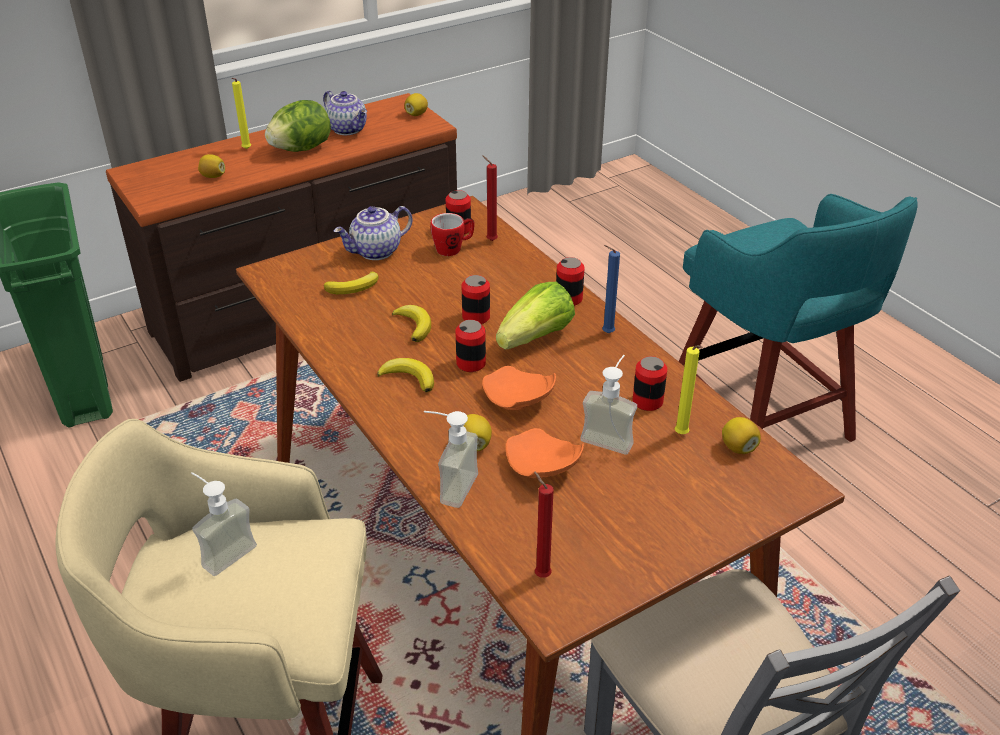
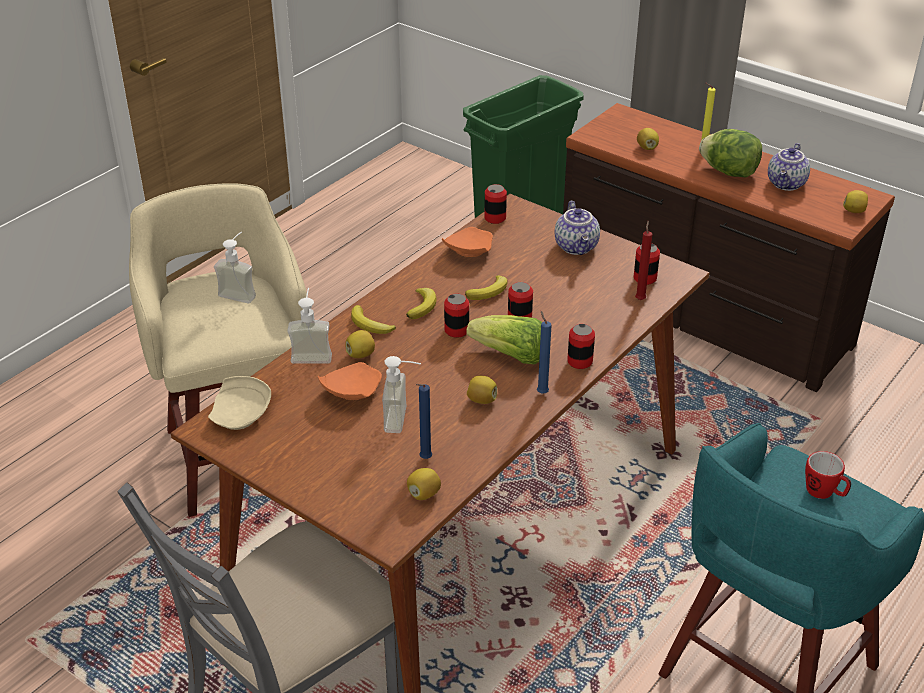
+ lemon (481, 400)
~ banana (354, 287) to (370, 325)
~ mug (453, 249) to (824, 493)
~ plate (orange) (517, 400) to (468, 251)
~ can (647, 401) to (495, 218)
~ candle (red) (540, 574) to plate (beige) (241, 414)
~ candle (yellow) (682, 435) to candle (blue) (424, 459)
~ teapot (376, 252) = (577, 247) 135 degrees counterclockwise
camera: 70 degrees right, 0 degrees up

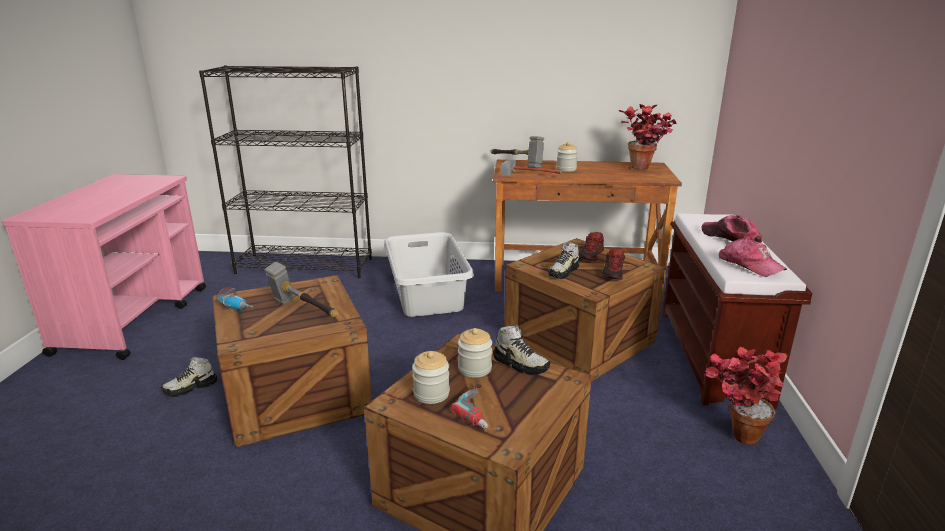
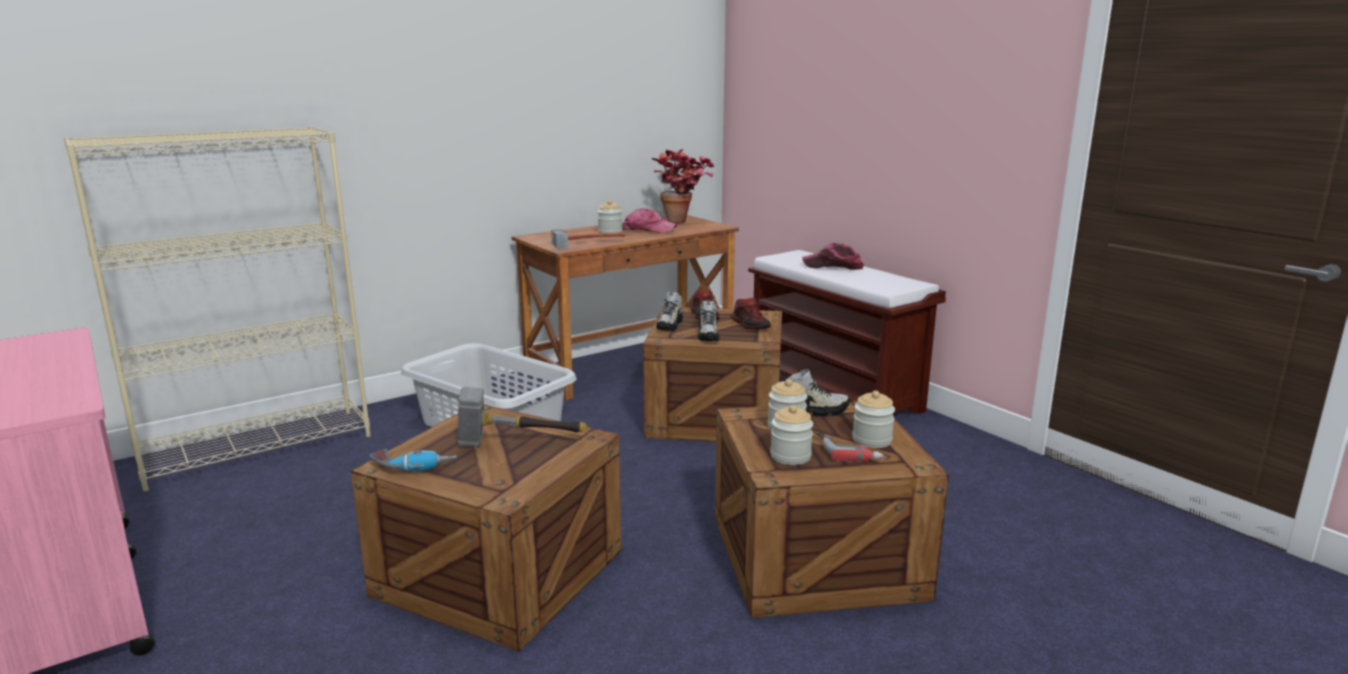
- hammer (517, 165)
- potted plant (734, 433)
+ jar (872, 440)
~ shoe (191, 387) to (670, 325)
~ cap (749, 265) to (648, 230)
~ bookcase (black) (305, 266) to bookcase (beige) (258, 447)
camera: 40 degrees left, 5 degrees down

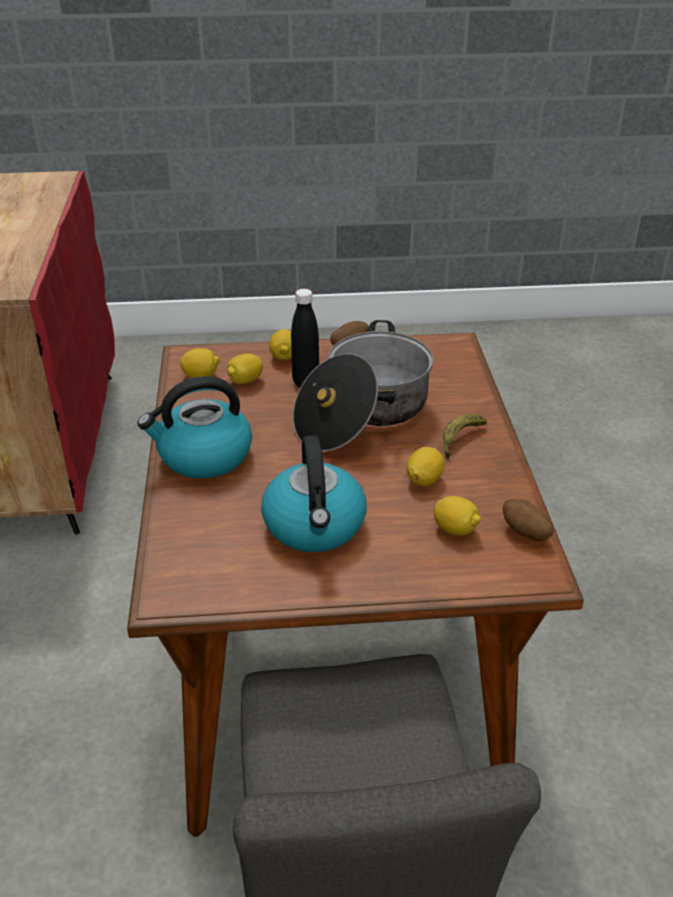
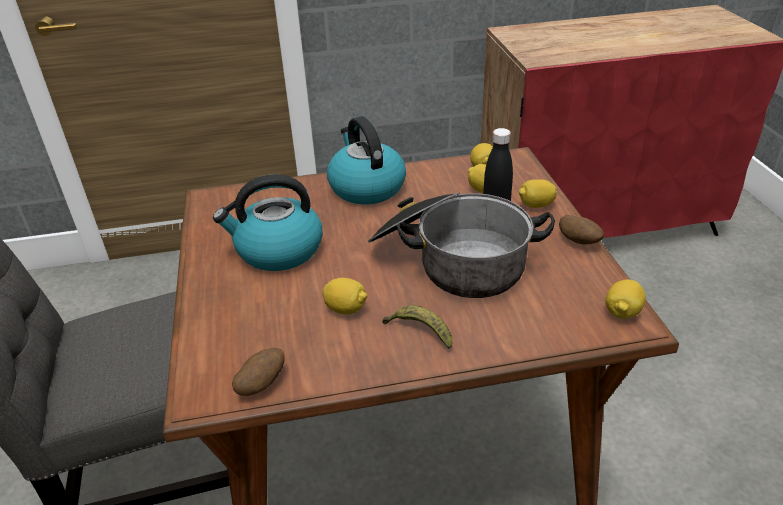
~ lemon (455, 529) to (622, 312)
camera: 85 degrees right, 0 degrees up

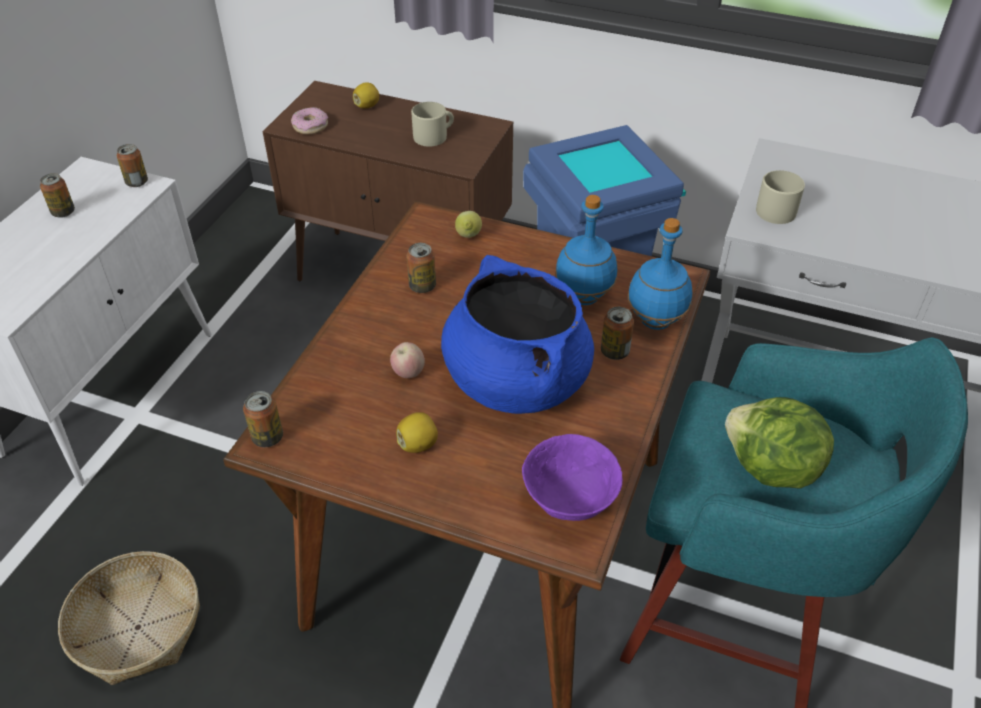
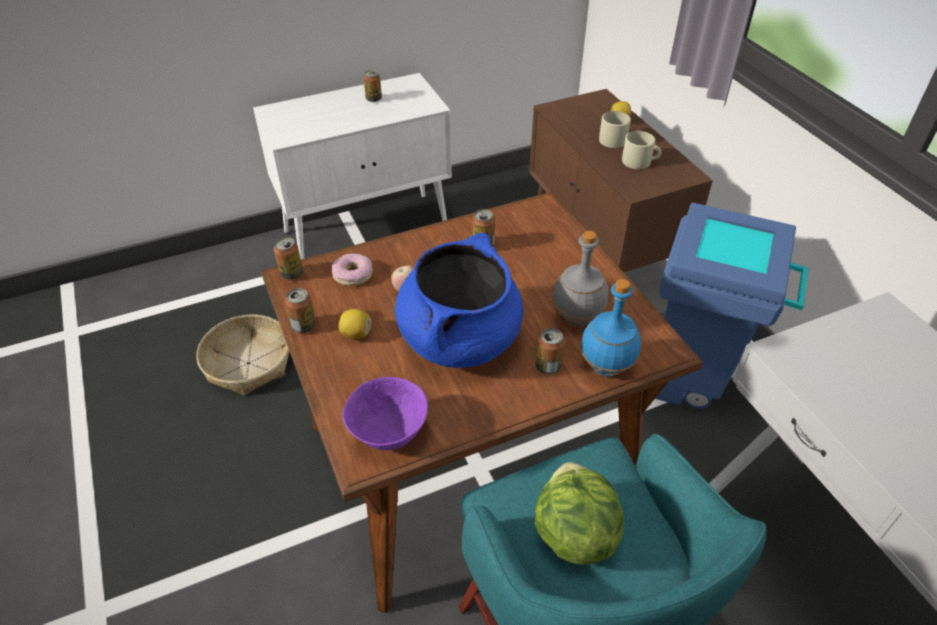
- lemon (468, 237)
~ can (137, 182) to (303, 326)
~ donut (310, 126) to (353, 274)
~ mug (beige) (774, 208) to (614, 139)
~ bottle (blue) (583, 297) to bottle (grey) (576, 318)
camera: 45 degrees right, 0 degrees up

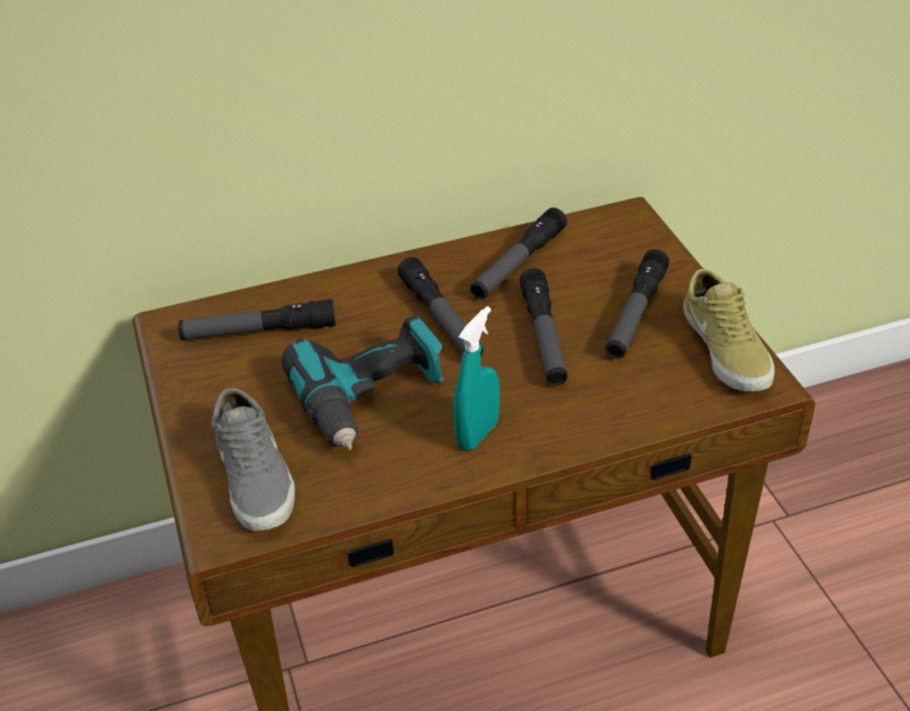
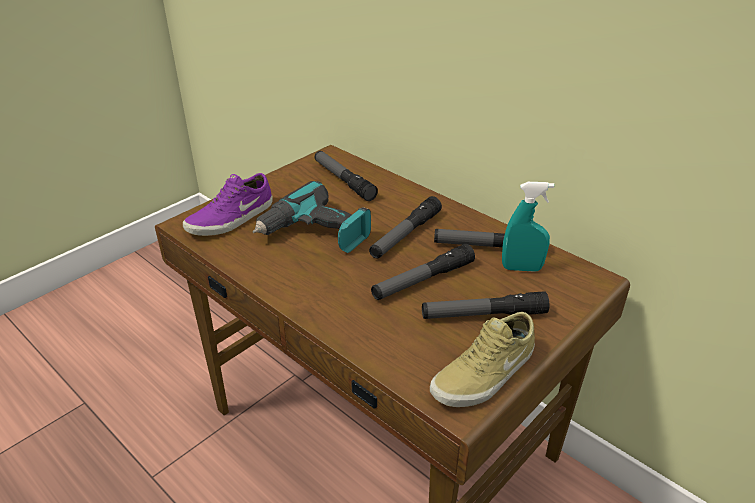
~ spray bottle (turquoise) (478, 434) to (521, 268)
~ shoe (grey) (257, 476) to shoe (purple) (232, 218)
camera: 60 degrees right, 5 degrees down

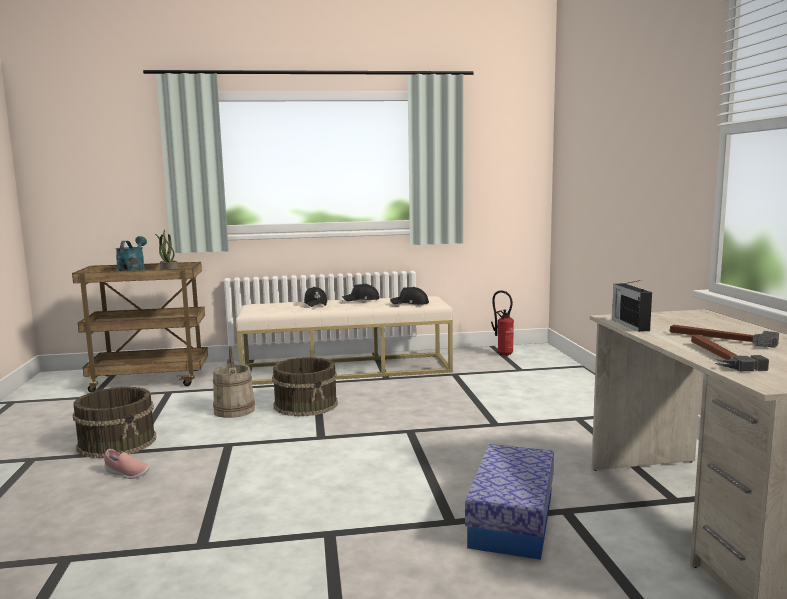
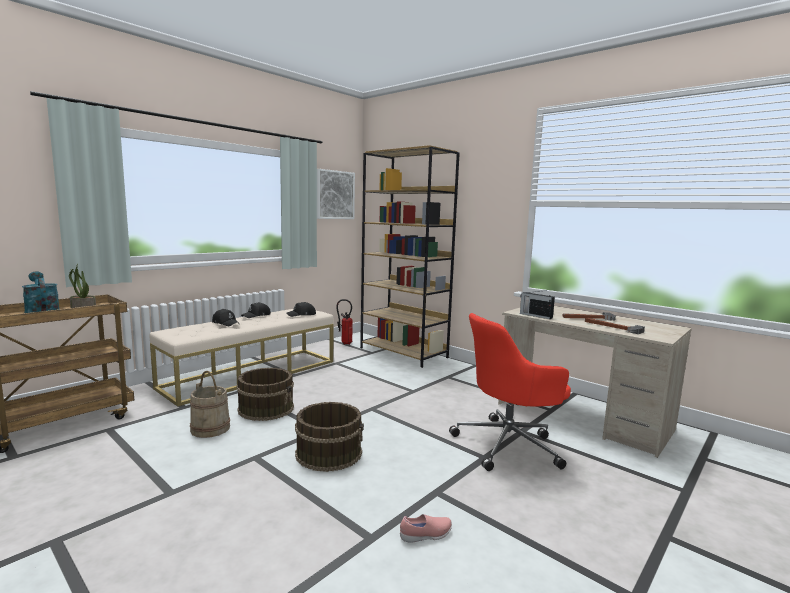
+ picture (335, 195)
+ bookcase (brown) (404, 353)
~ bucket (brown) (118, 442) to (329, 453)
~ shoe (pink) (126, 474) to (426, 535)
~ storage box (512, 519) to office chair (red) (508, 444)
camera: 40 degrees left, 0 degrees up

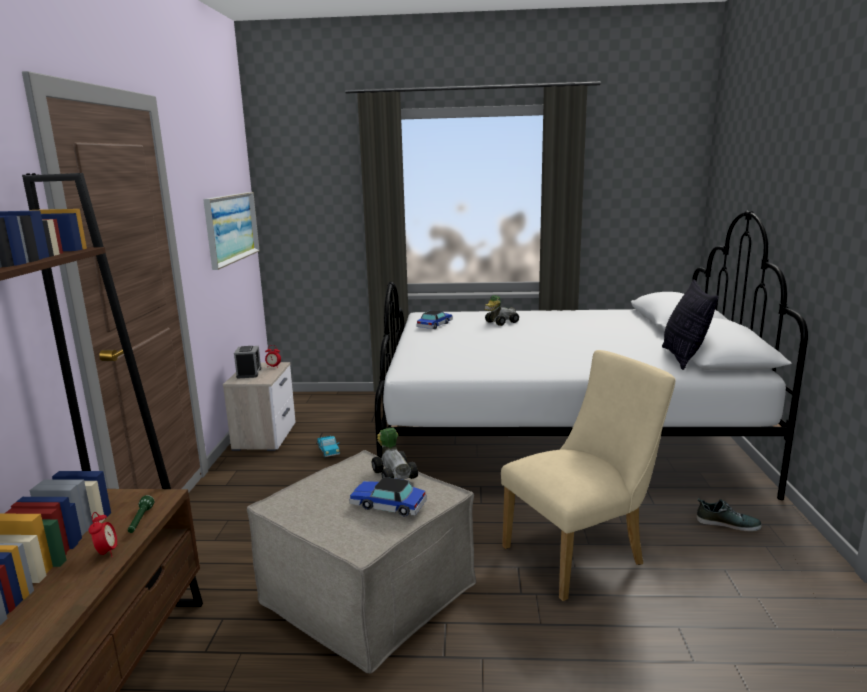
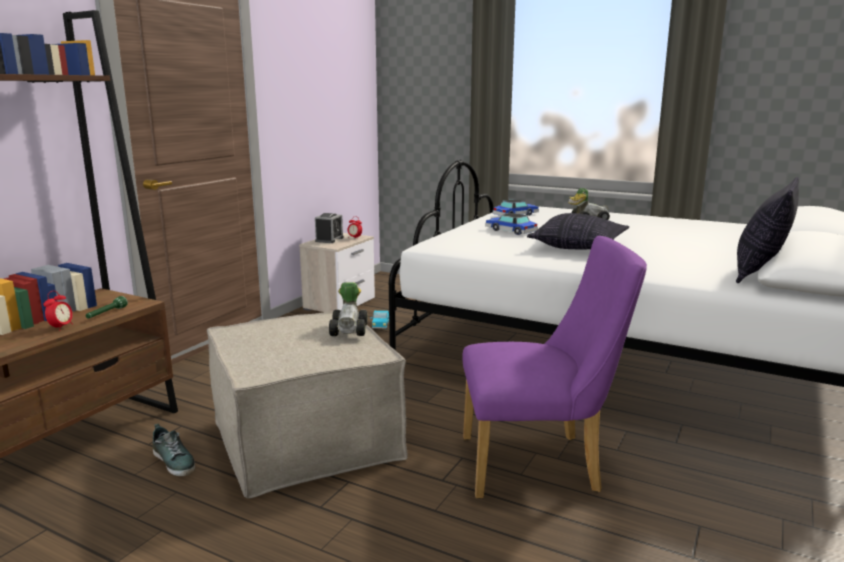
- picture (231, 228)
+ pillow (578, 247)
~ toy car (388, 505) to (511, 231)
~ shoe (727, 523) to (174, 461)
~ chair (beige) (581, 554) to chair (purple) (540, 465)
camera: 25 degrees right, 0 degrees up

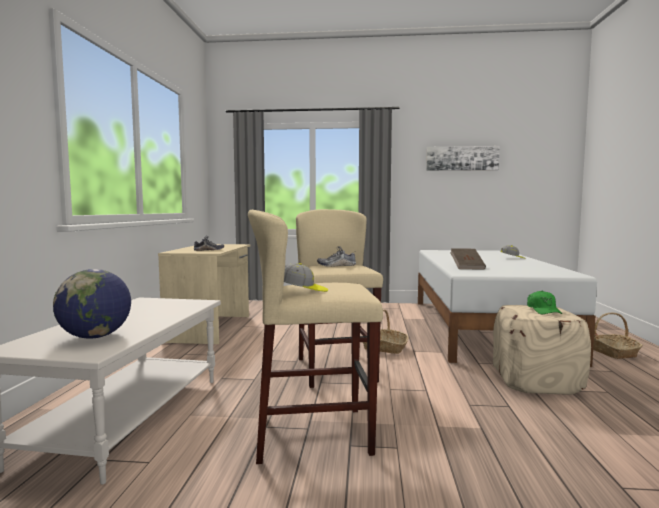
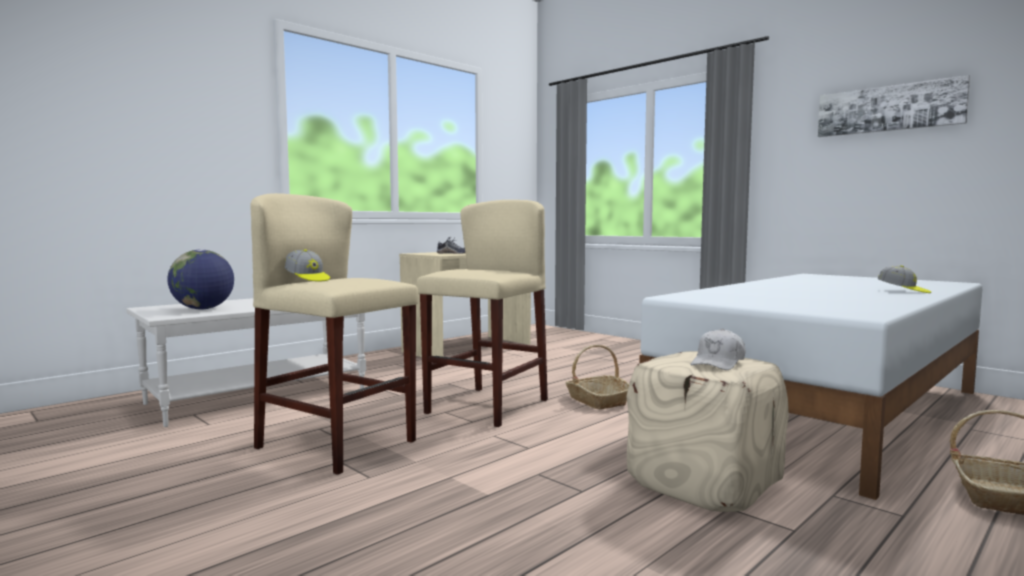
- shoe (336, 265)
- book (brown) (467, 267)
~ cap (green) (543, 310) to cap (white) (718, 363)
camera: 40 degrees right, 0 degrees up

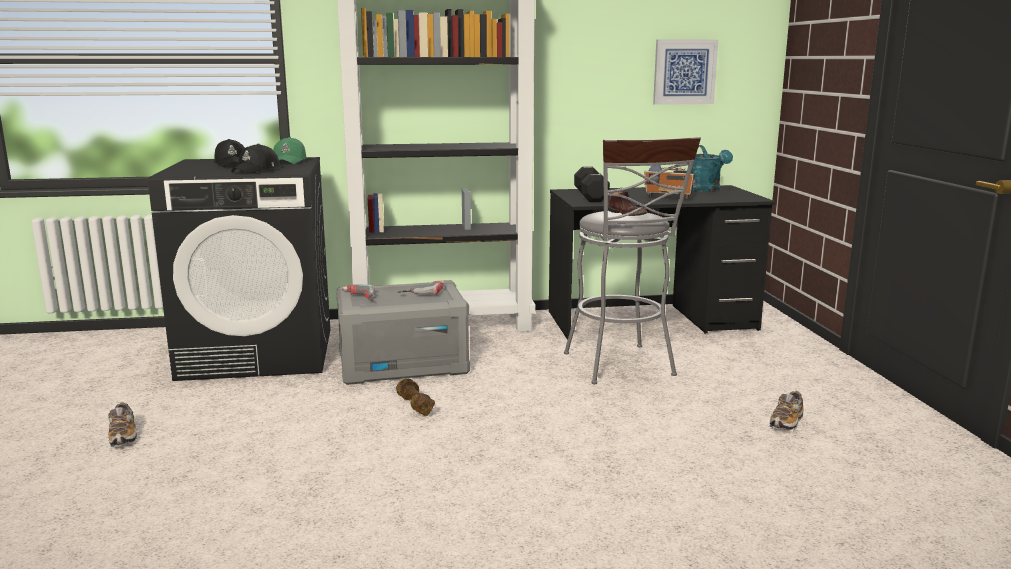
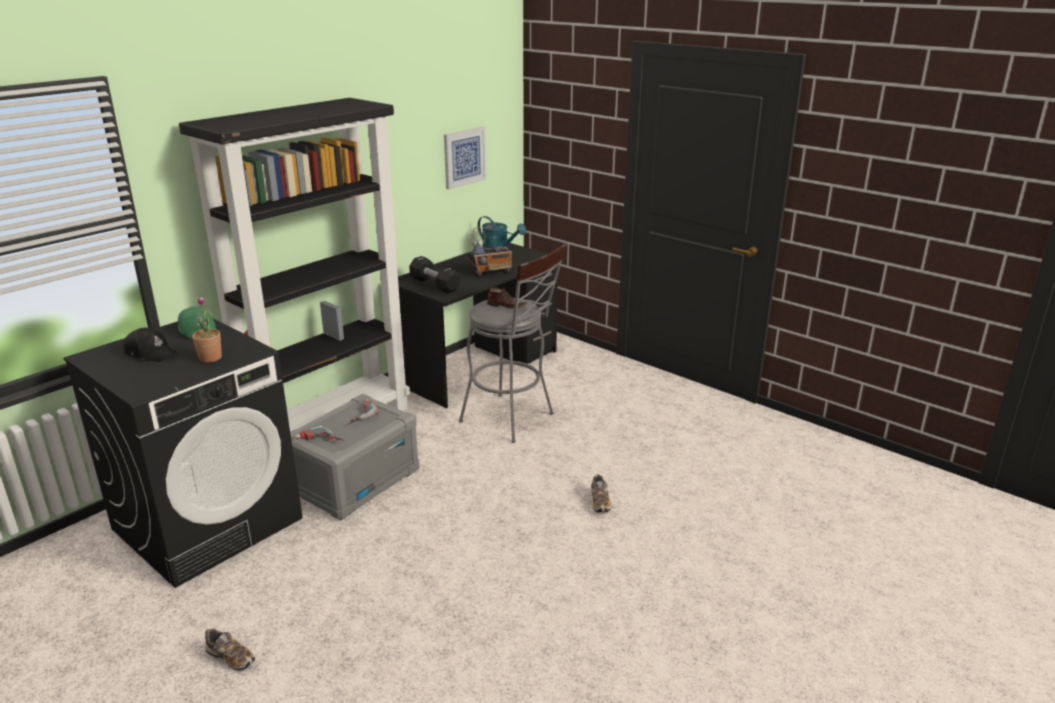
- dumbbell (brown) (414, 406)
~ shoe (786, 422) to (600, 502)
~ cap (black) (257, 170) to potted plant (210, 358)
camera: 40 degrees left, 10 degrees up

